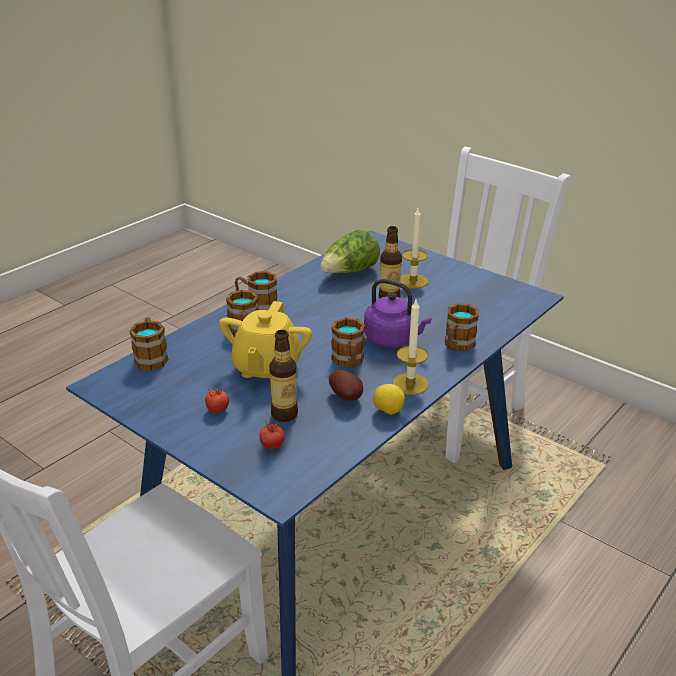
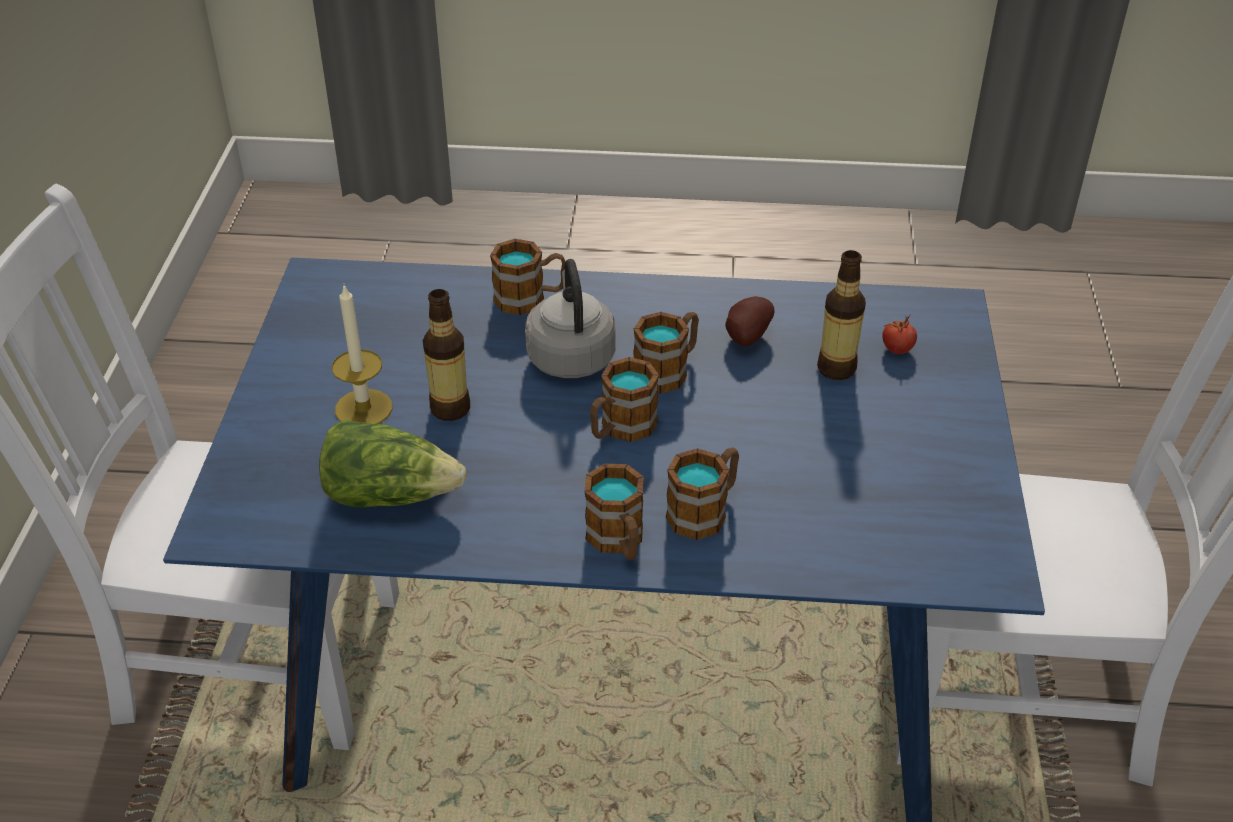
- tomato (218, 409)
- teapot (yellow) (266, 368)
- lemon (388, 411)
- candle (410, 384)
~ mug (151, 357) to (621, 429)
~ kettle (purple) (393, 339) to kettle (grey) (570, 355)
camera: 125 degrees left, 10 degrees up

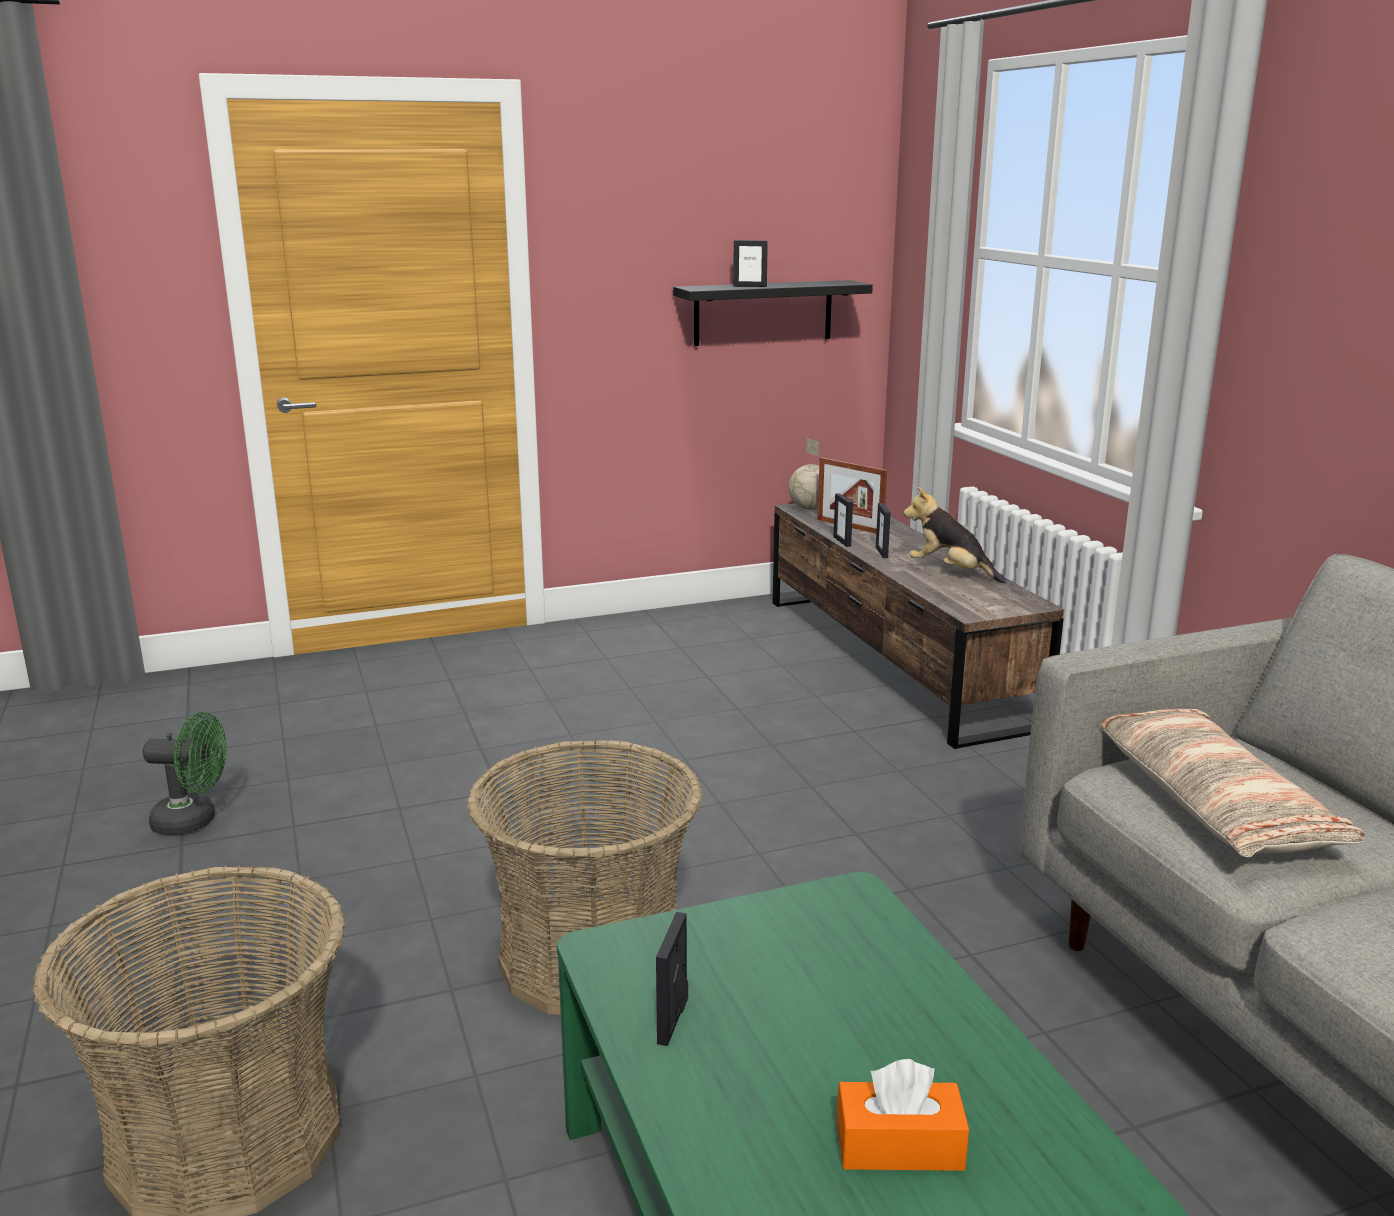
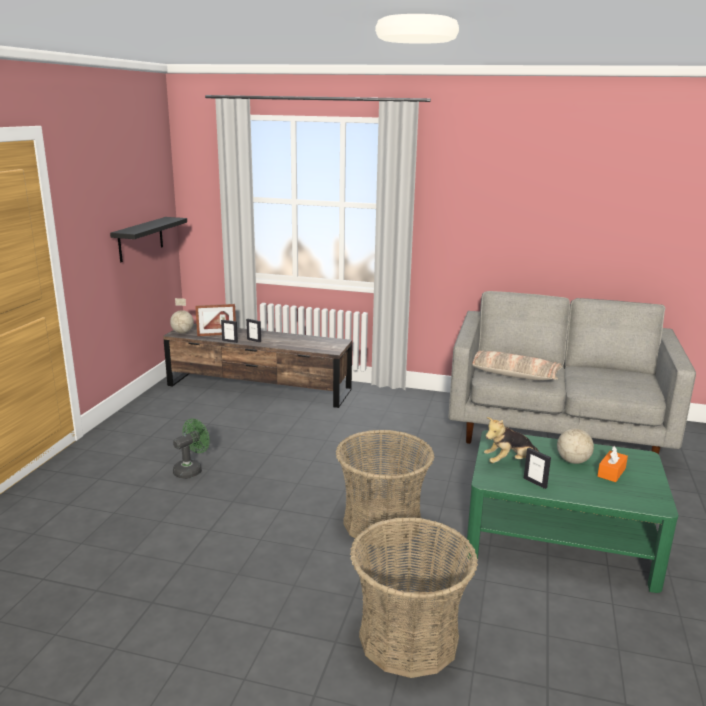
- picture frame (750, 286)
+ globe (573, 461)
~ fan (green) (194, 821) to (191, 470)
~ plush toy (950, 572) to (509, 462)
camera: 55 degrees left, 0 degrees up

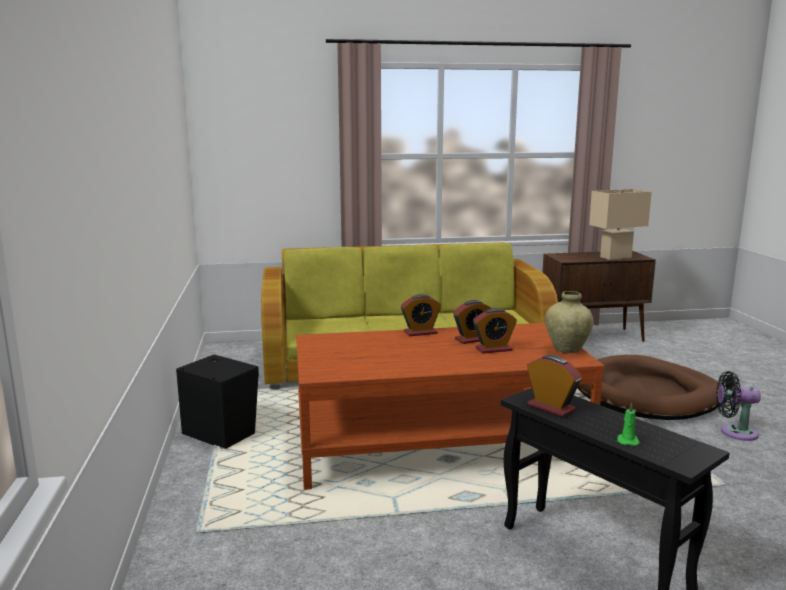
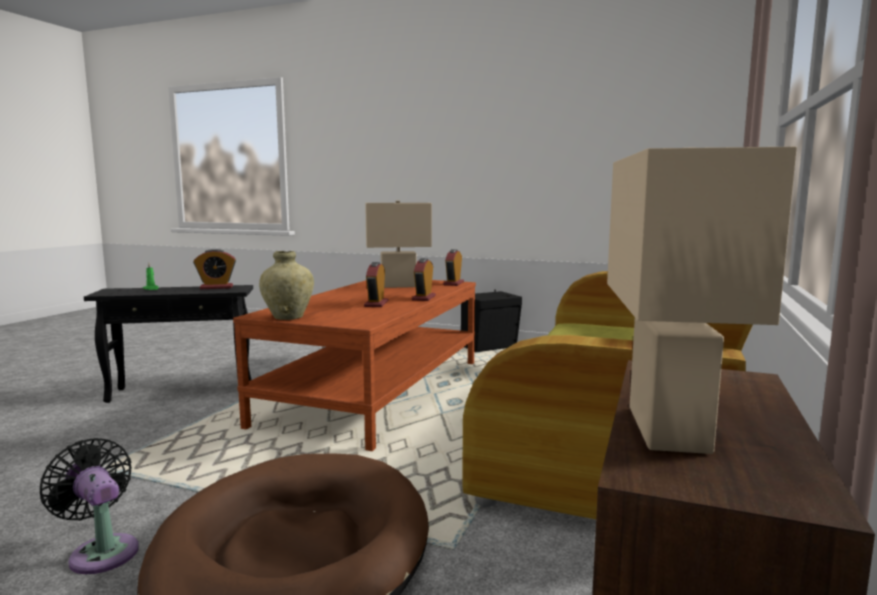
+ table lamp (beige) (398, 286)
~ alarm clock (493, 349) to (453, 283)
~ fan (black) (734, 432) = (102, 551) 90 degrees counterclockwise
camera: 120 degrees right, 5 degrees down

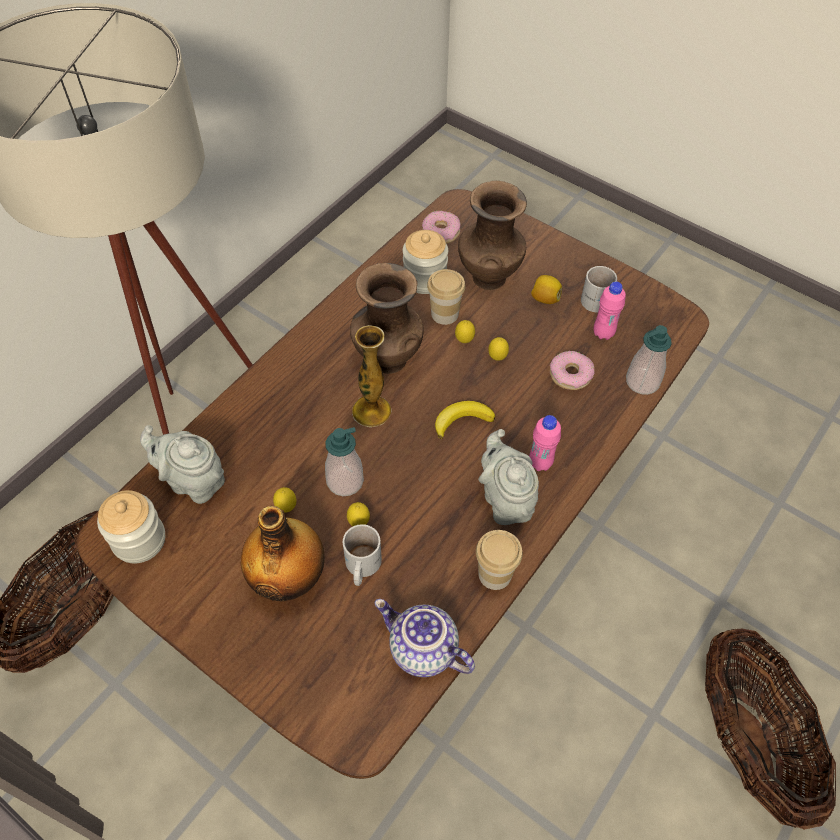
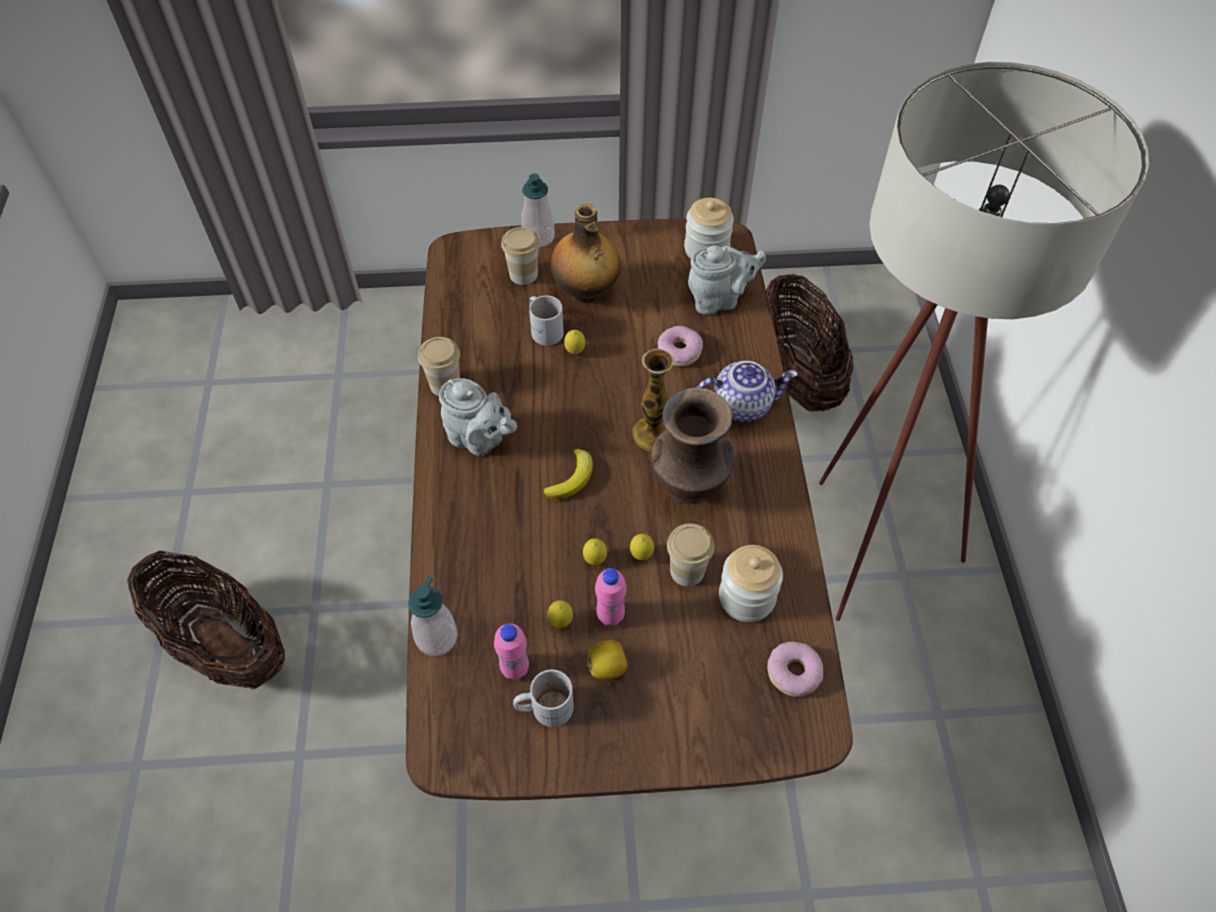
- vase (brown) (488, 276)
+ cup (523, 274)
~ lemon (286, 508) to (560, 622)
~ soap dispenser (345, 481) to (538, 237)
~ teapot (422, 650) to (742, 404)
~ bottle (pink) (540, 463) to (610, 615)
~ donut (570, 374) to (679, 351)
camera: 140 degrees right, 0 degrees up

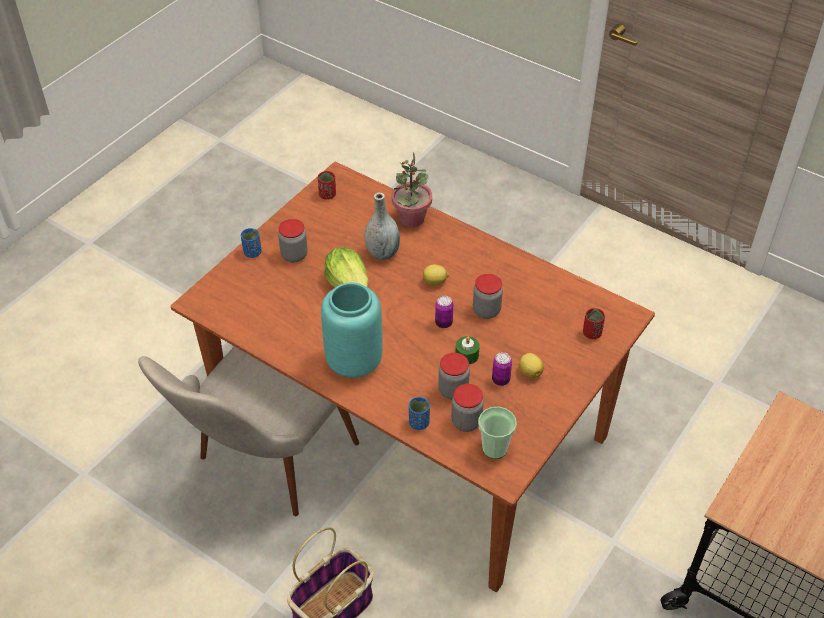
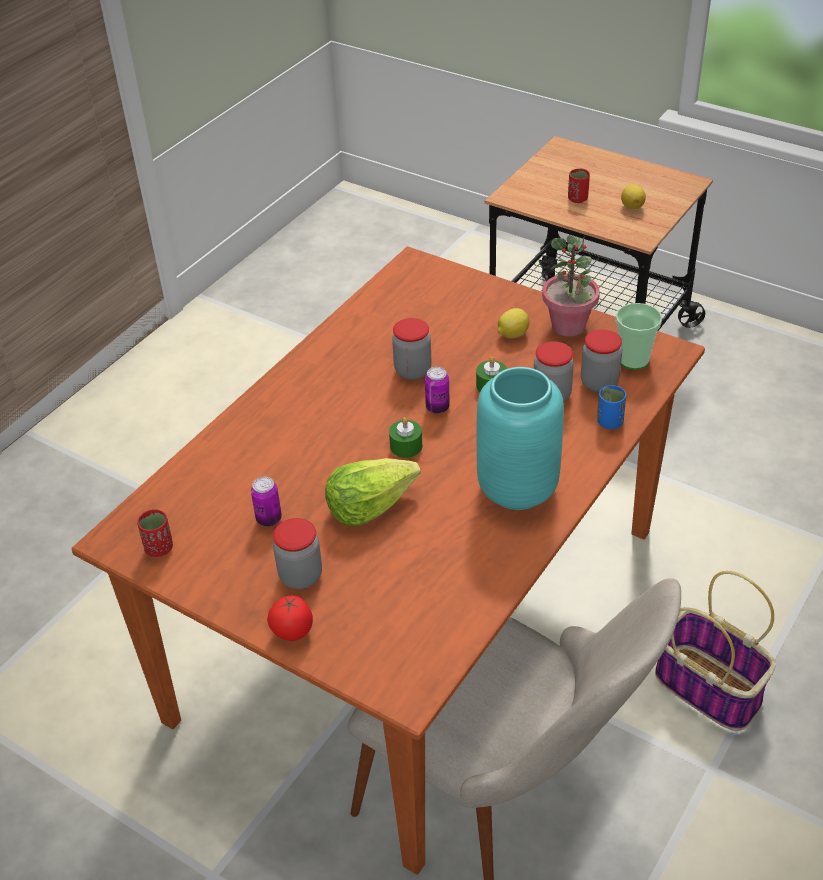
- vase (grey) (382, 253)
+ candle (green) (406, 446)
~ potted plant (411, 219) to (569, 326)
~ lemon (435, 282) to (632, 206)
~ can (500, 380) to (269, 519)
~ cup (red) (592, 333) to (577, 199)
~ cup (blue) (252, 253) to tomato (292, 632)
camera: 90 degrees left, 5 degrees down

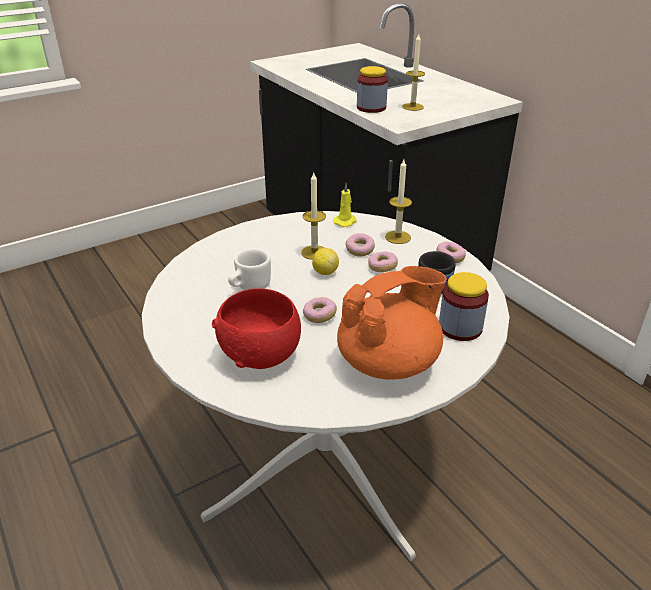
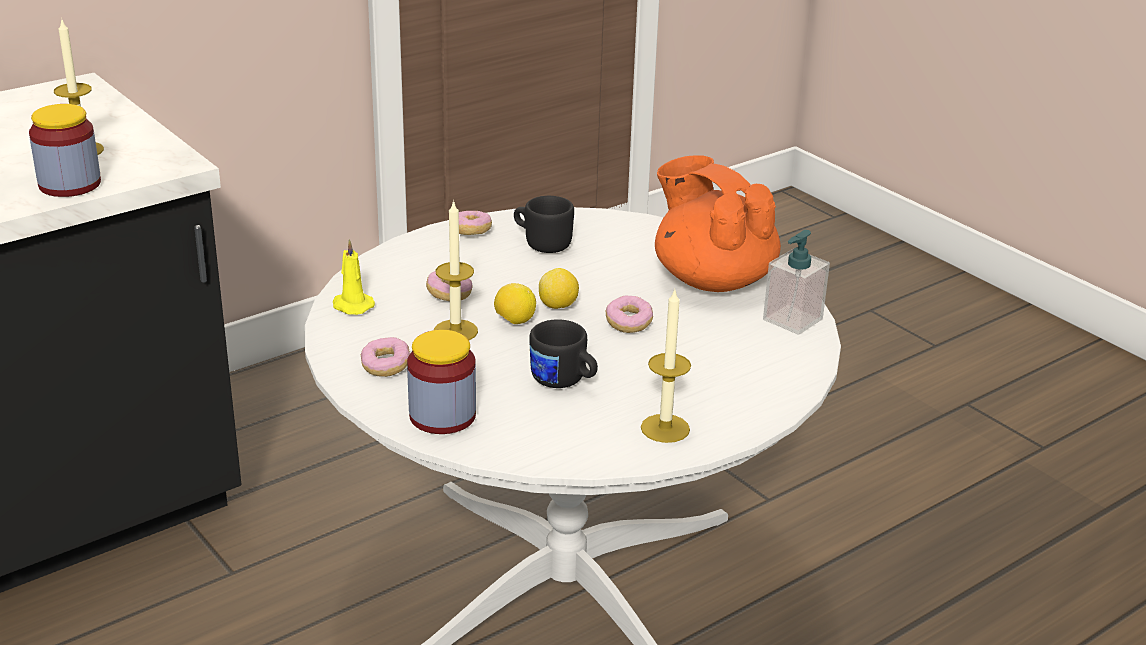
- bowl (red) (262, 355)
+ lemon (558, 306)
+ soap dispenser (792, 319)
~ donut (382, 267) to (386, 366)
~ candle (397, 237) to (665, 428)
~ jar (460, 328) to (442, 416)
~ mug (white) (249, 287) to mug (black) (564, 382)
camera: 95 degrees left, 5 degrees down

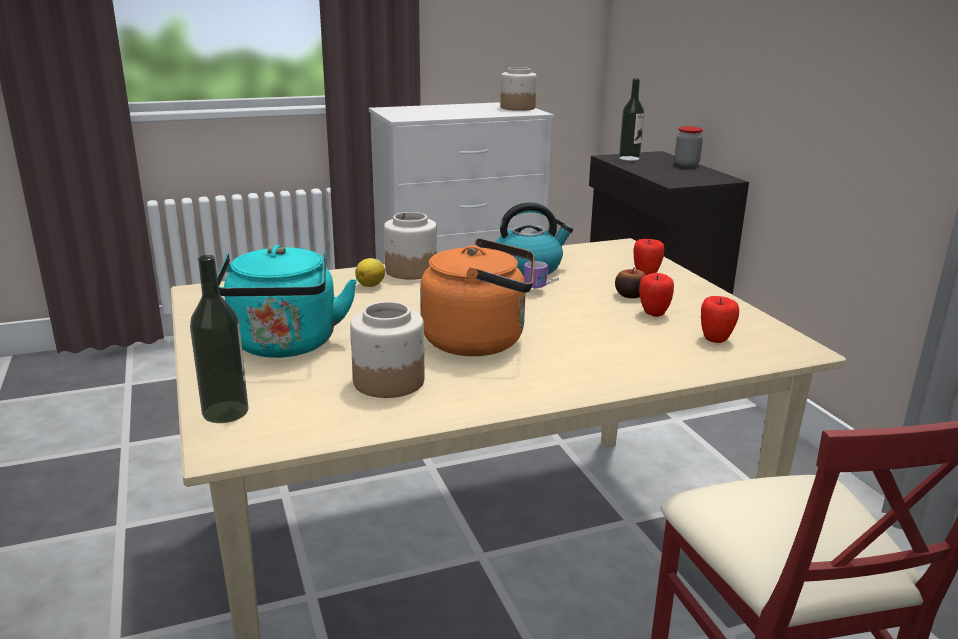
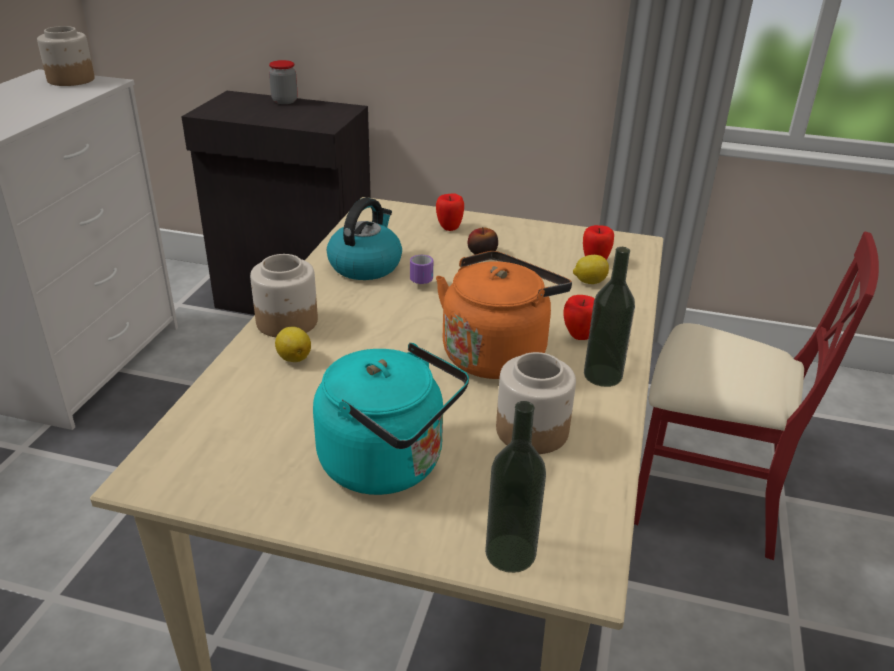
+ lemon (589, 282)
~ bottle (629, 158) to (603, 375)
~ apple (653, 313) to (578, 336)
camera: 55 degrees left, 10 degrees up

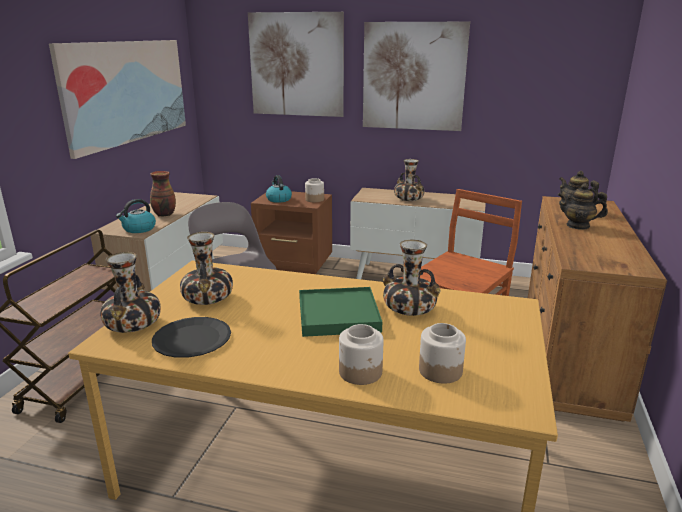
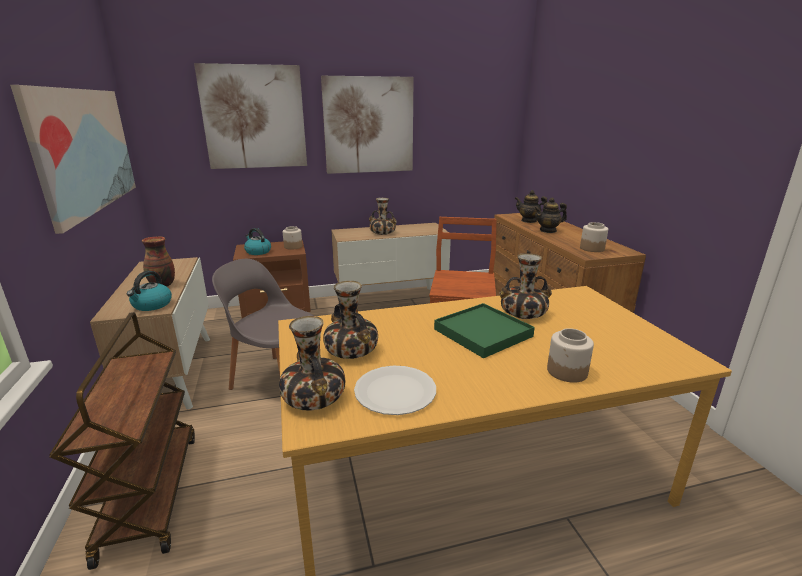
~ jar (440, 370) to (591, 248)
~ plate (black) (192, 339) to plate (white) (395, 391)
camera: 30 degrees left, 0 degrees up

